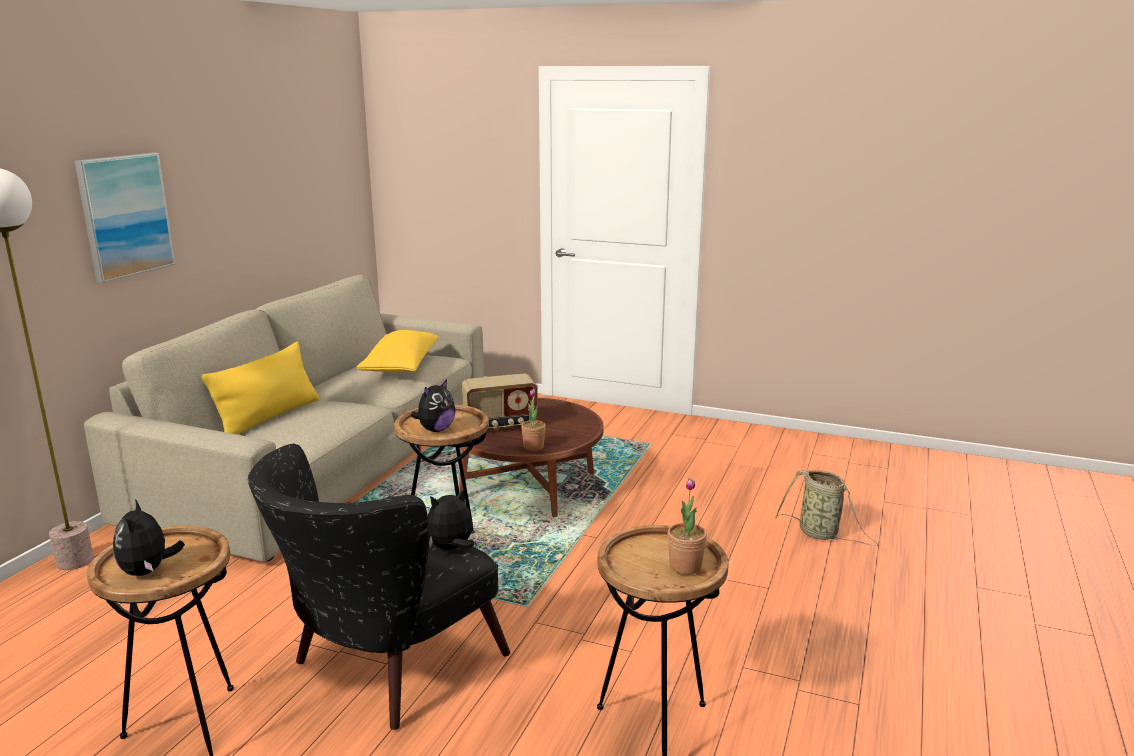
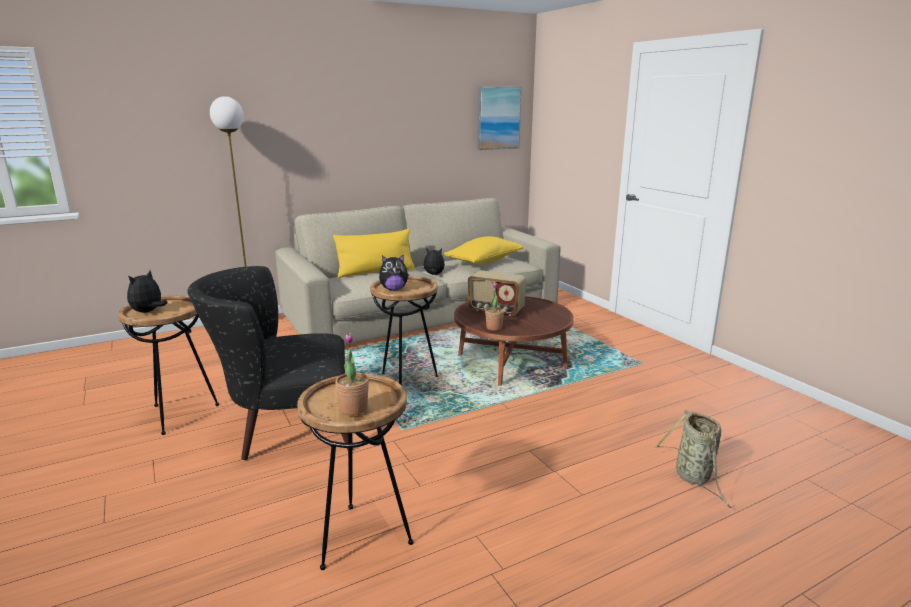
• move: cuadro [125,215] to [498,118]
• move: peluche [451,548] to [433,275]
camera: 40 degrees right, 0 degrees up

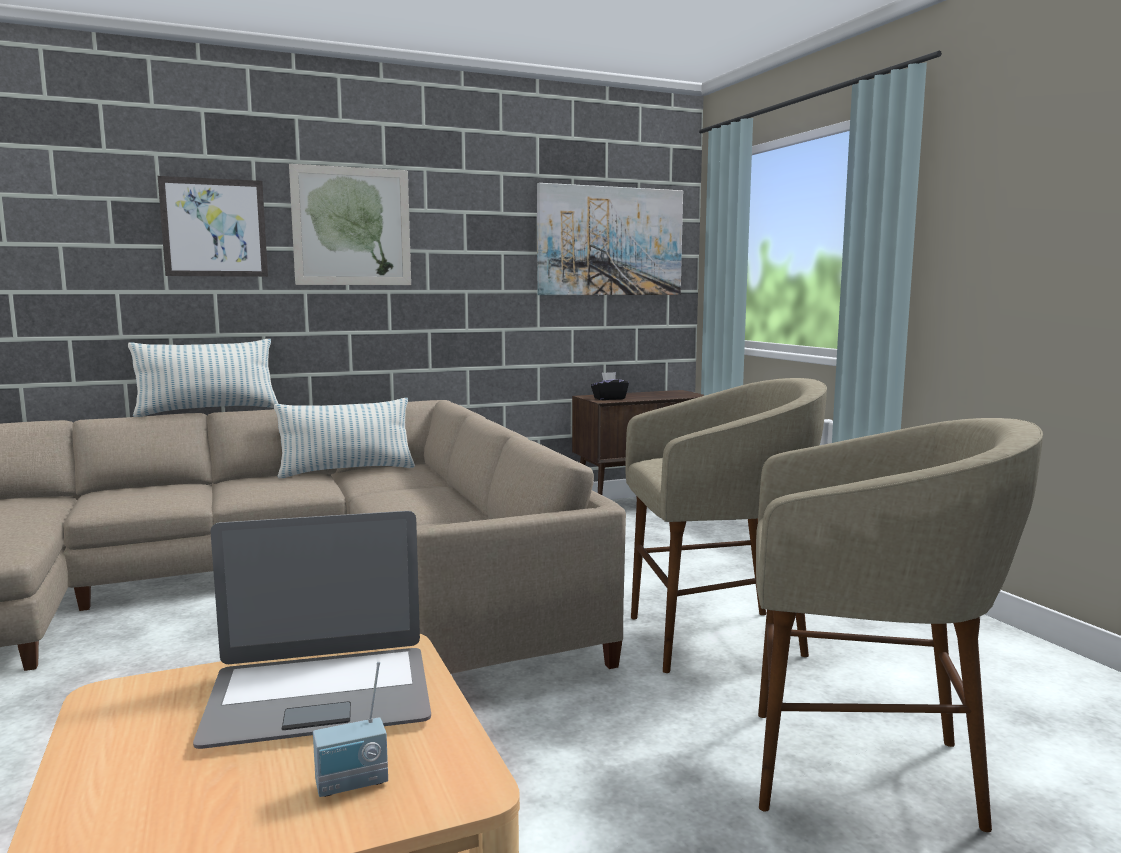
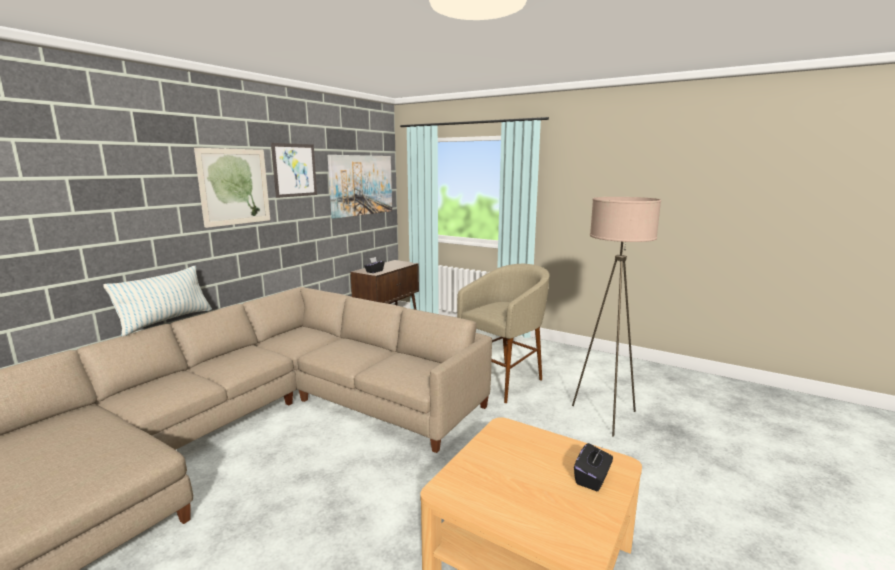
• move: cuadro [214,228] to [294,170]
• delete: cojín [347,471]
• replace: taburete [beis] [862,770] to lámpara de pie [beis] [606,417]
• delete: portátil [320,697]
• replace: radio [352,785] to caja de pañuelos [negro] [592,478]
camera: 35 degrees left, 5 degrees up

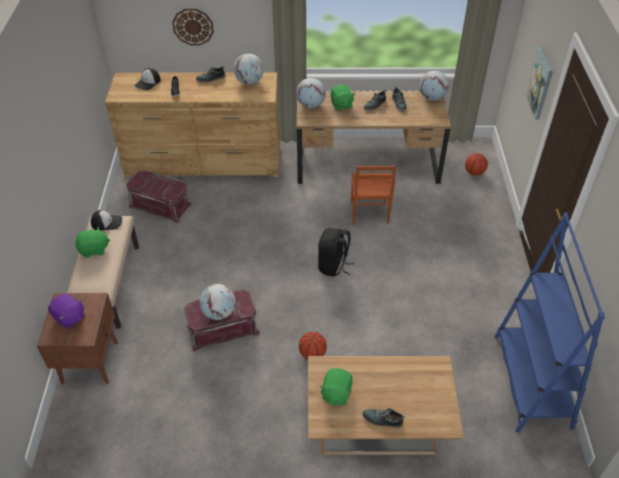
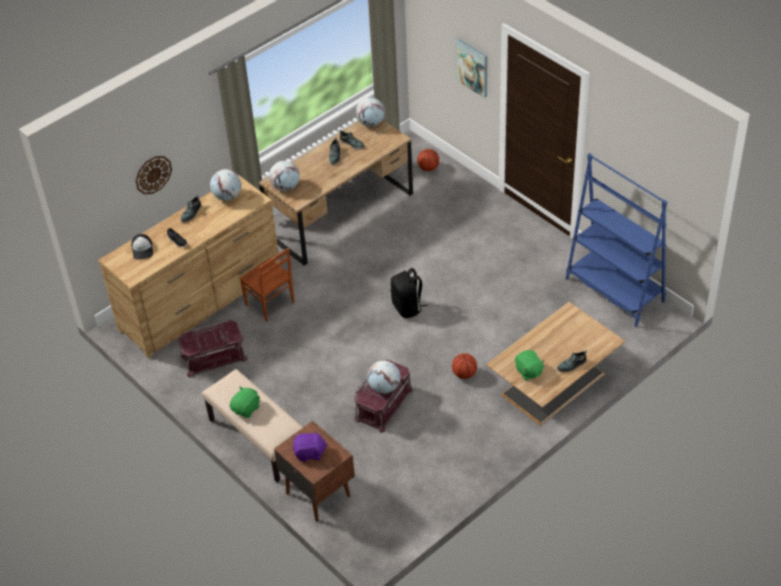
• delete: peluche [verde] [341,105]
• move: silla [marrón] [369,213] to [270,304]
• delete: gorra [107,222]
camera: 40 degrees left, 0 degrees up

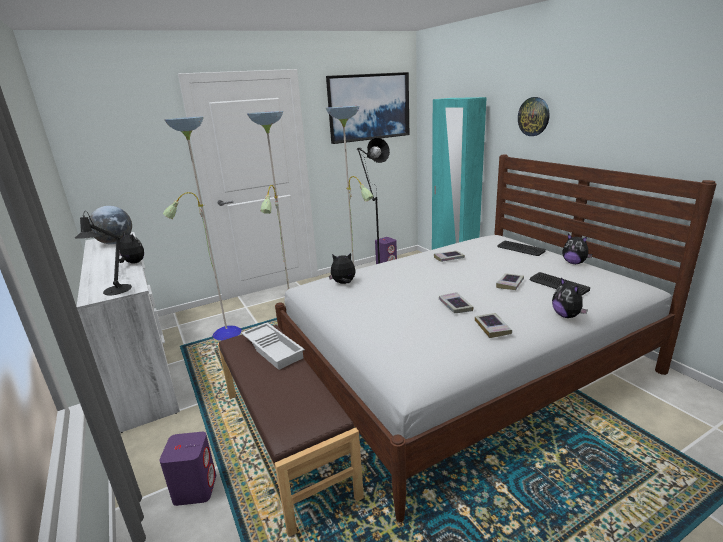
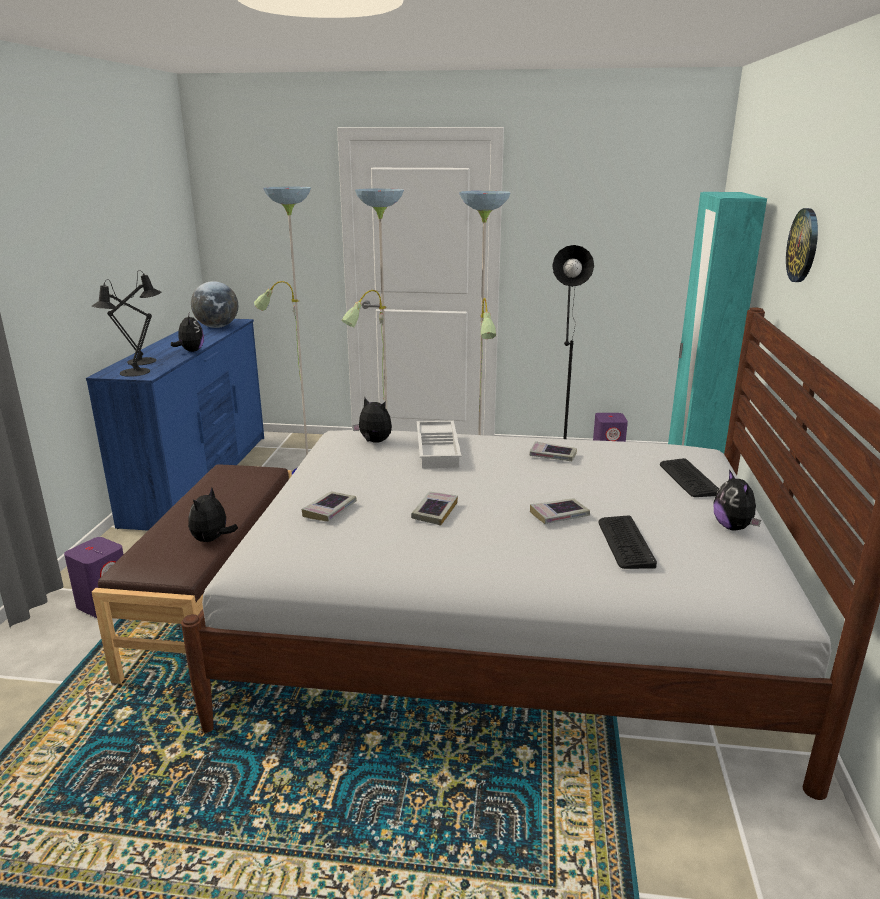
• delete: cuadro [369,107]
• recolor: cómoda [blanco] [144,367] to cómoda [azul] [201,477]
• move: peluche [567,316] to [212,540]
• move: libro [492,328] to [330,510]
• move: bandeja [blanco] [274,349] to [439,449]
• insert: lámpara de mesa [negro] [146,361]
camera: 35 degrees right, 0 degrees up

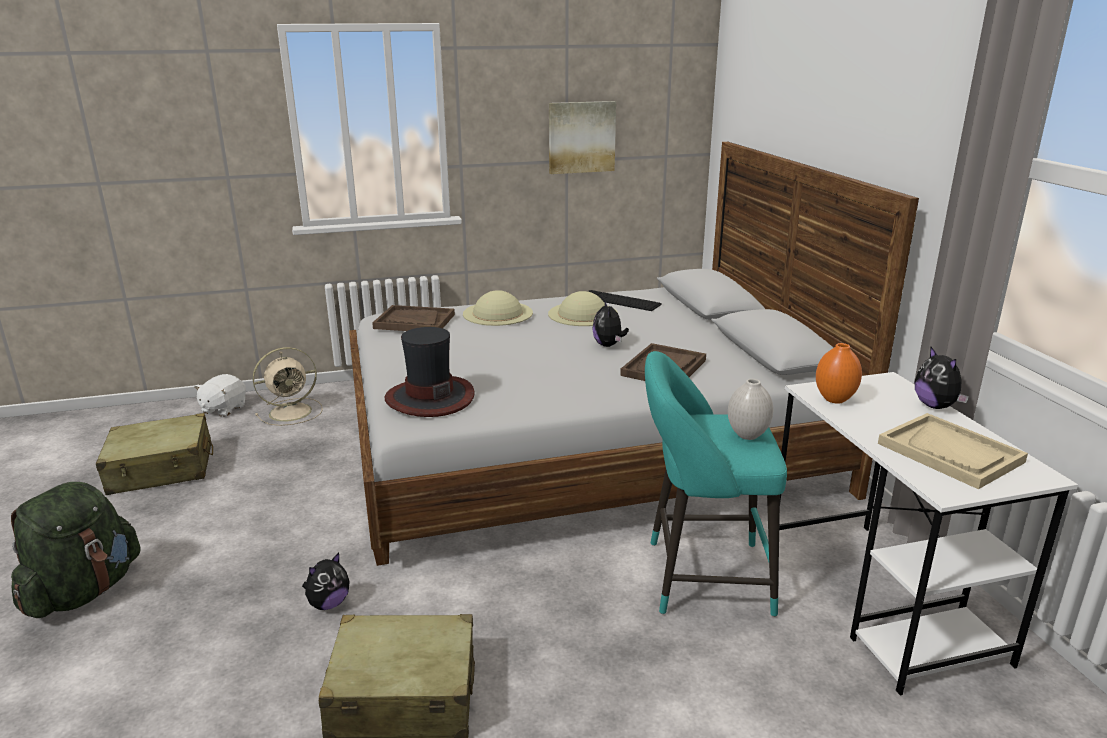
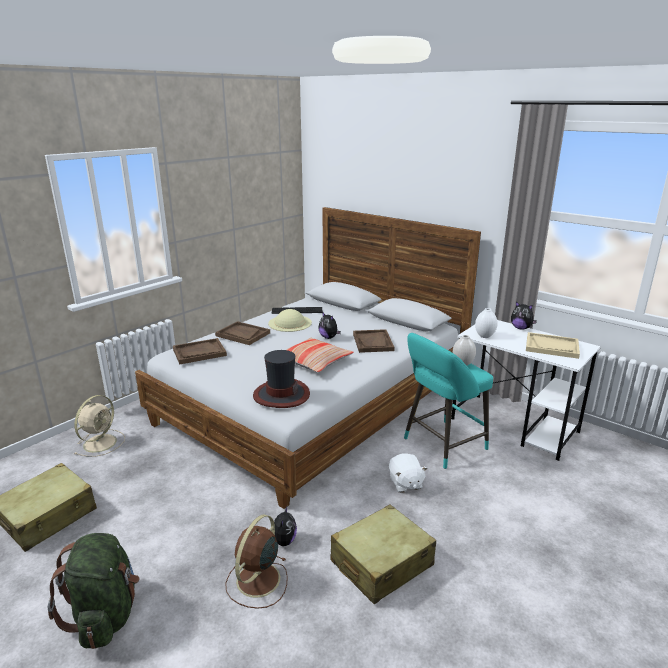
• delete: cuadro [581,137]
• replace: sombrero [beis] [497,313] to bandeja [marrón] [242,334]
• recolor: florero [naranja] [835,399] to florero [blanco] [485,336]
• move: peluche [blanco] [223,409] to [405,483]
• insert: cojín [314,362]
• insert: ventilador [marrón] [257,581]
camera: 35 degrees left, 0 degrees up

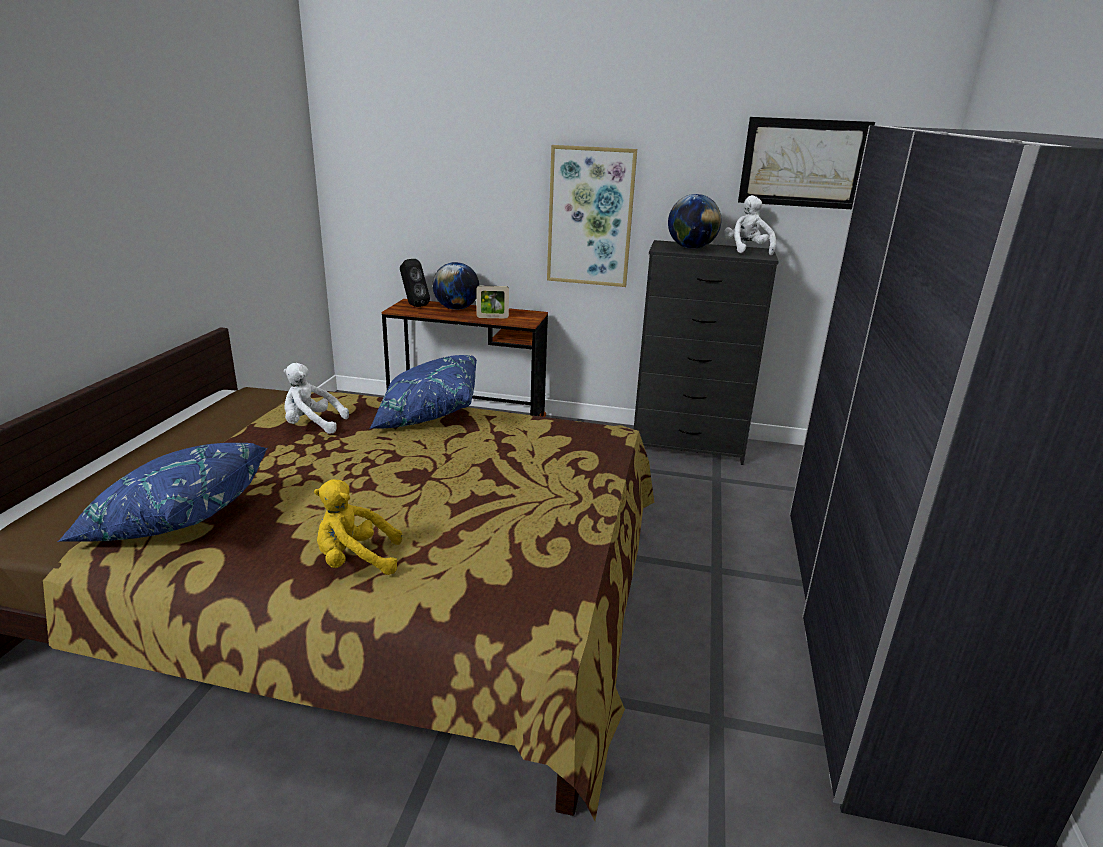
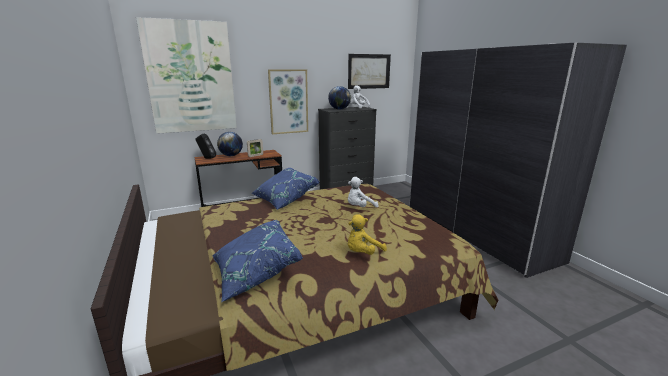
• move: peluche [blanco] [312,425] to [359,207]
• insert: cuadro [191,77]
camera: 35 degrees left, 5 degrees down

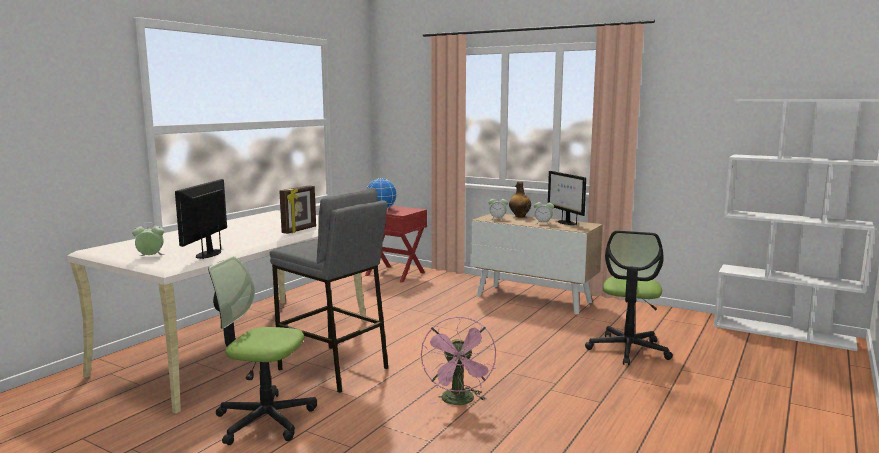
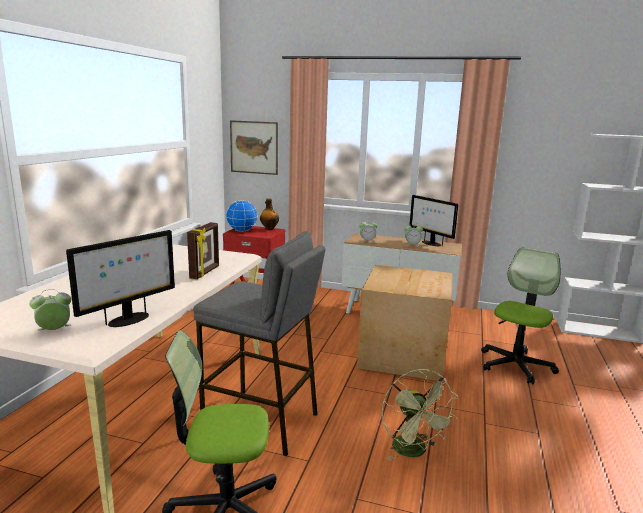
• rotate: monitor [208,254] = [128,320] 135 degrees counterclockwise
• move: botella [519,216] to [269,228]
• rotate: silla de oficina [628,350] = [515,365] 150 degrees counterclockwise
• recolor: ventilador [rosa] [459,402] to ventilador [verde] [414,452]
• insert: cuadro [254,147]
• insert: caja de cartón [404,355]
camera: 15 degrees left, 5 degrees up

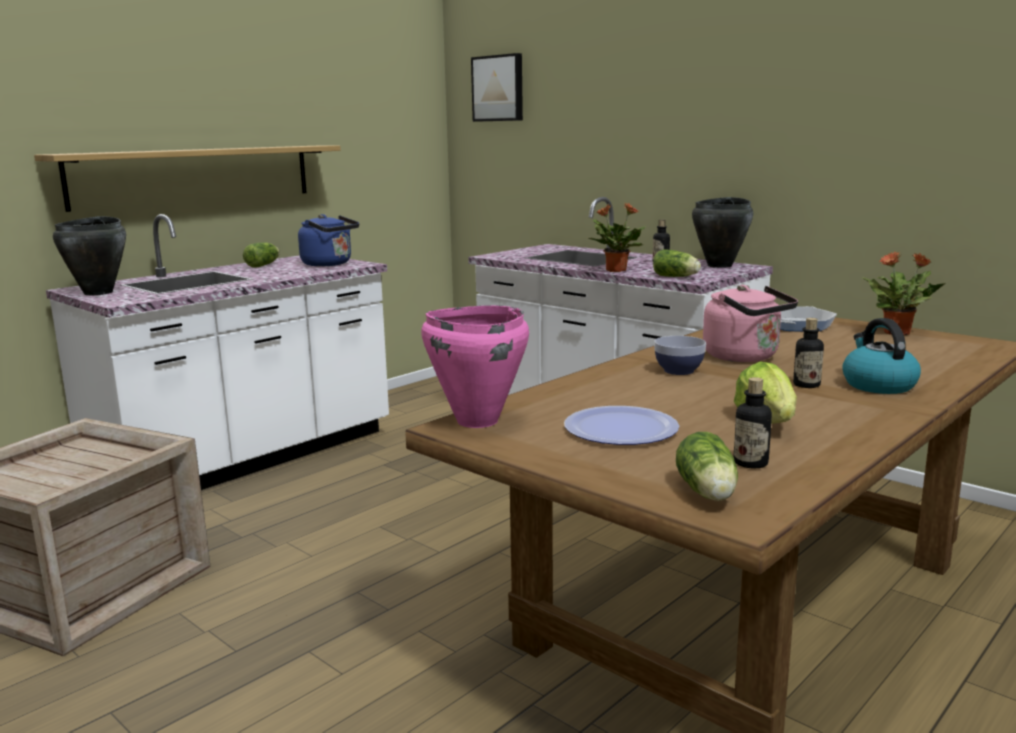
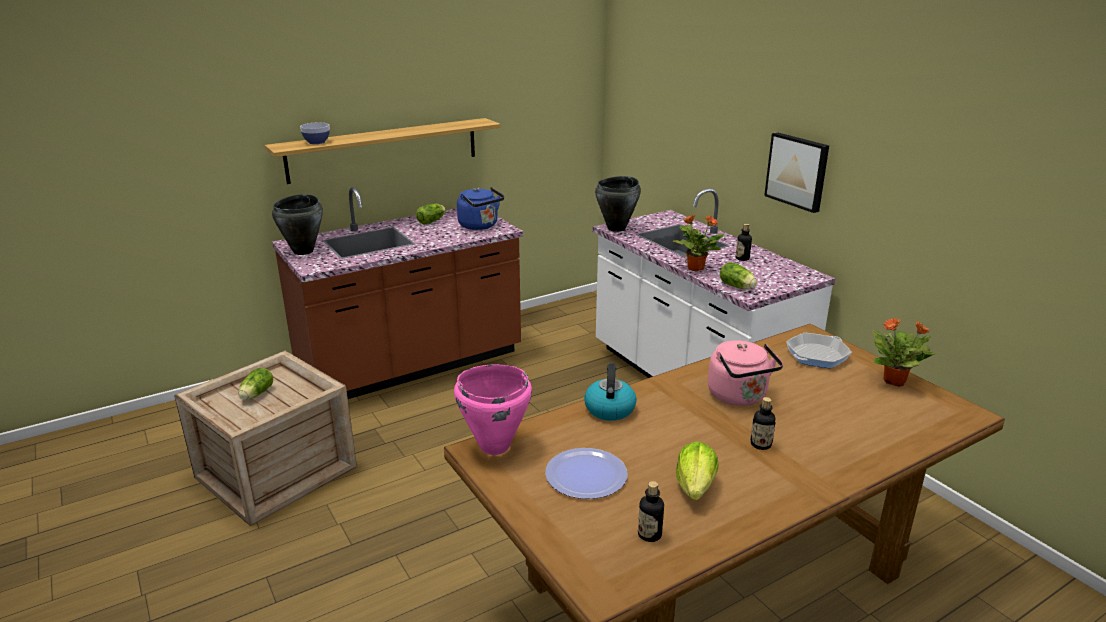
• move: cuadro [499,88] to [798,171]
• move: olla [negro] [720,265] to [617,228]
• recolor: mueble bajo de cocina [blanco] [247,458] to mueble bajo de cocina [marrón] [411,365]
• move: hervidor [877,385] to [609,408]
• move: cuenco [679,371] to [316,142]
• move: lechuga [708,493] to [255,395]
camera: 15 degrees right, 10 degrees up

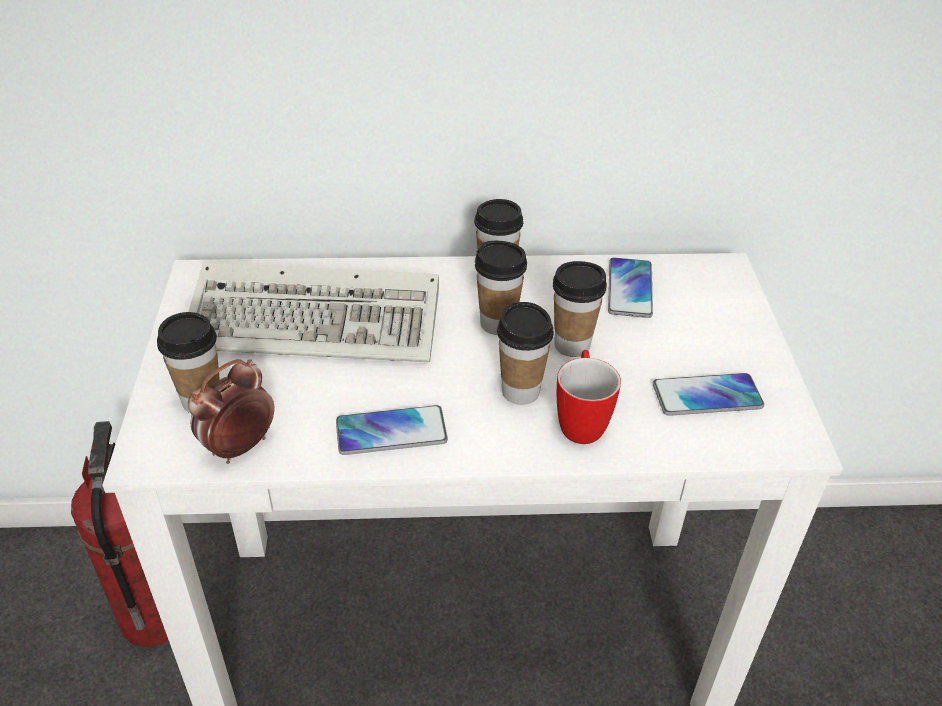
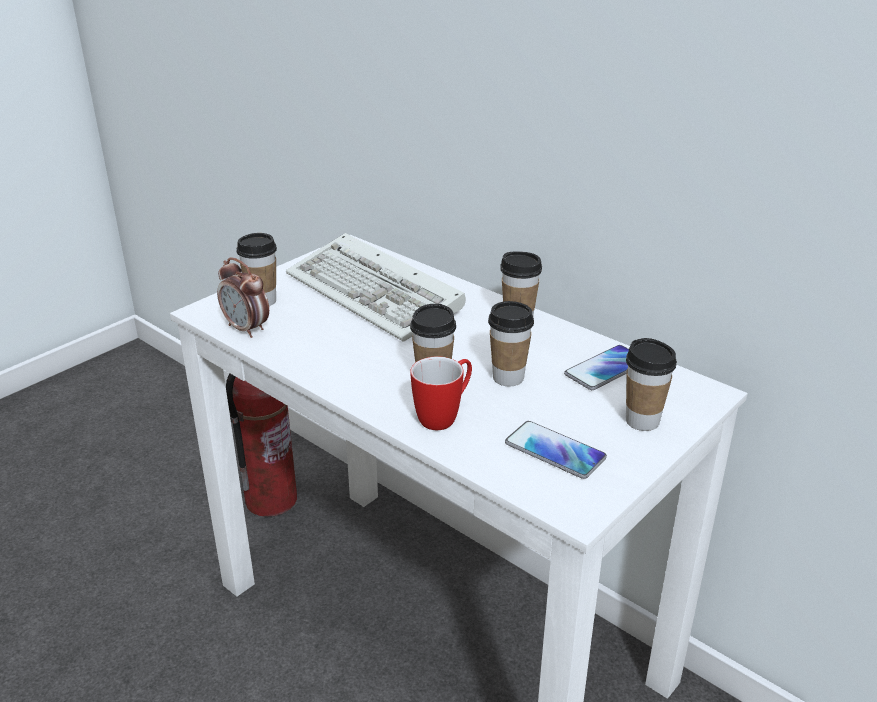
• move: taza [497,324] to [642,421]
• rotate: despertador [239,447] = [247,329] 135 degrees counterclockwise
• delete: móvil [391,431]
camera: 45 degrees right, 10 degrees down

